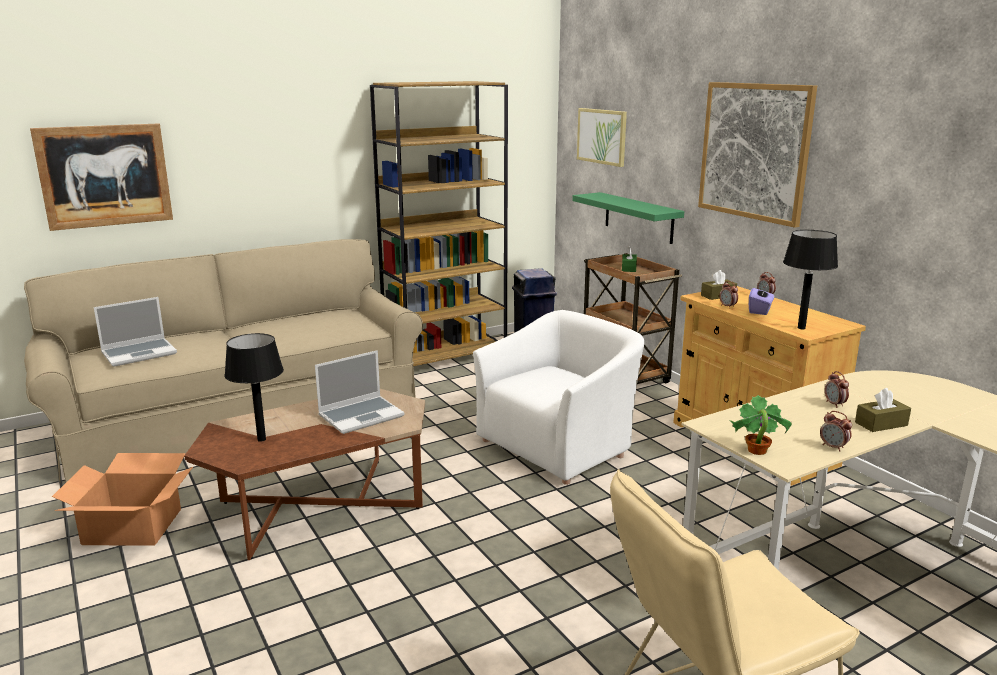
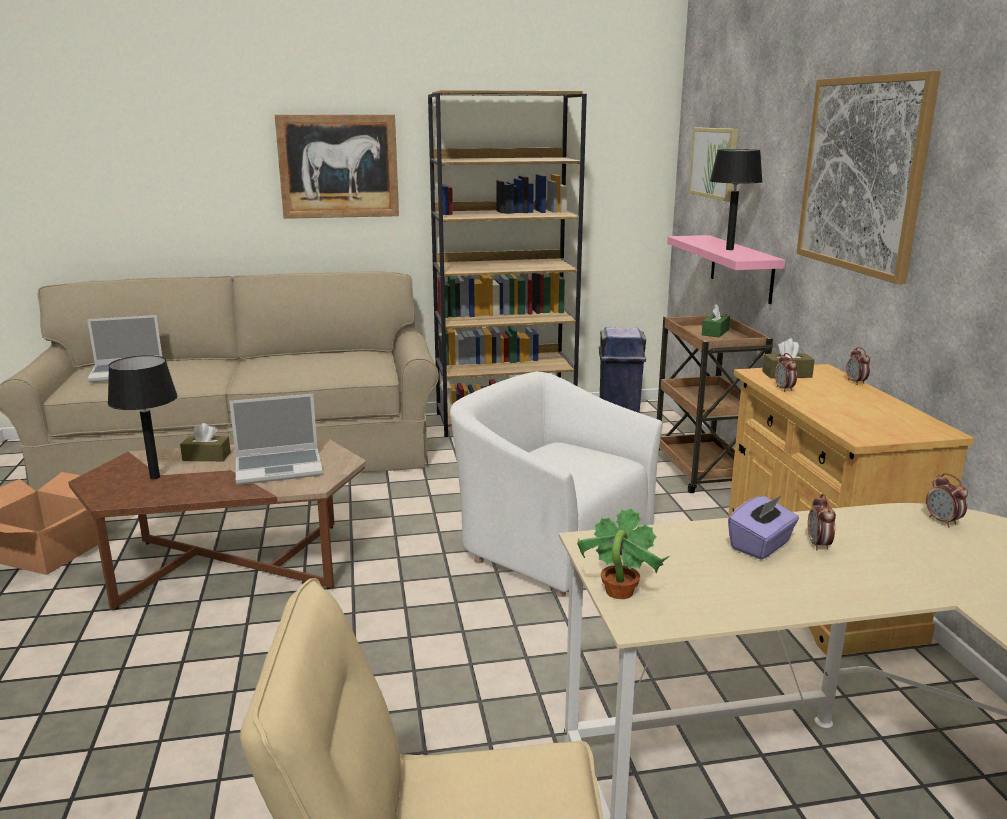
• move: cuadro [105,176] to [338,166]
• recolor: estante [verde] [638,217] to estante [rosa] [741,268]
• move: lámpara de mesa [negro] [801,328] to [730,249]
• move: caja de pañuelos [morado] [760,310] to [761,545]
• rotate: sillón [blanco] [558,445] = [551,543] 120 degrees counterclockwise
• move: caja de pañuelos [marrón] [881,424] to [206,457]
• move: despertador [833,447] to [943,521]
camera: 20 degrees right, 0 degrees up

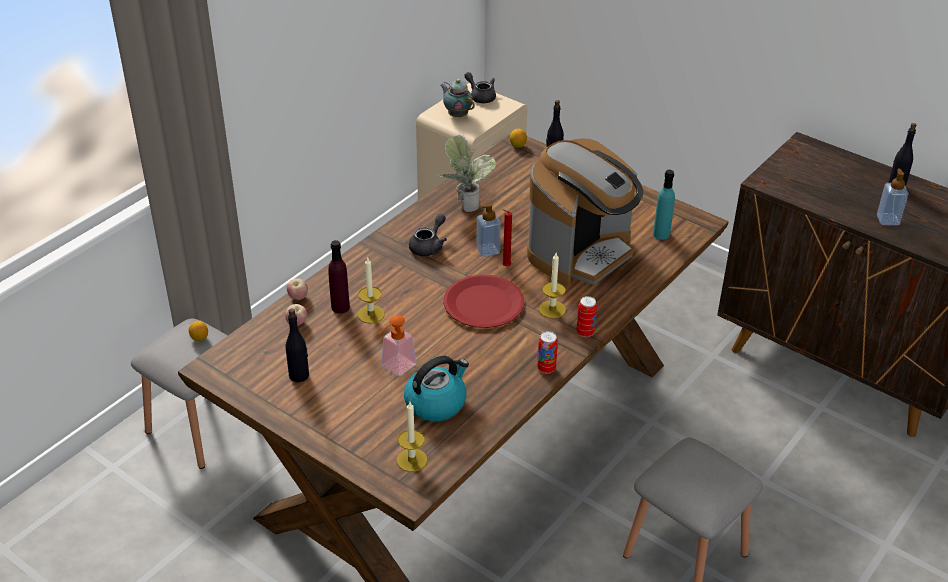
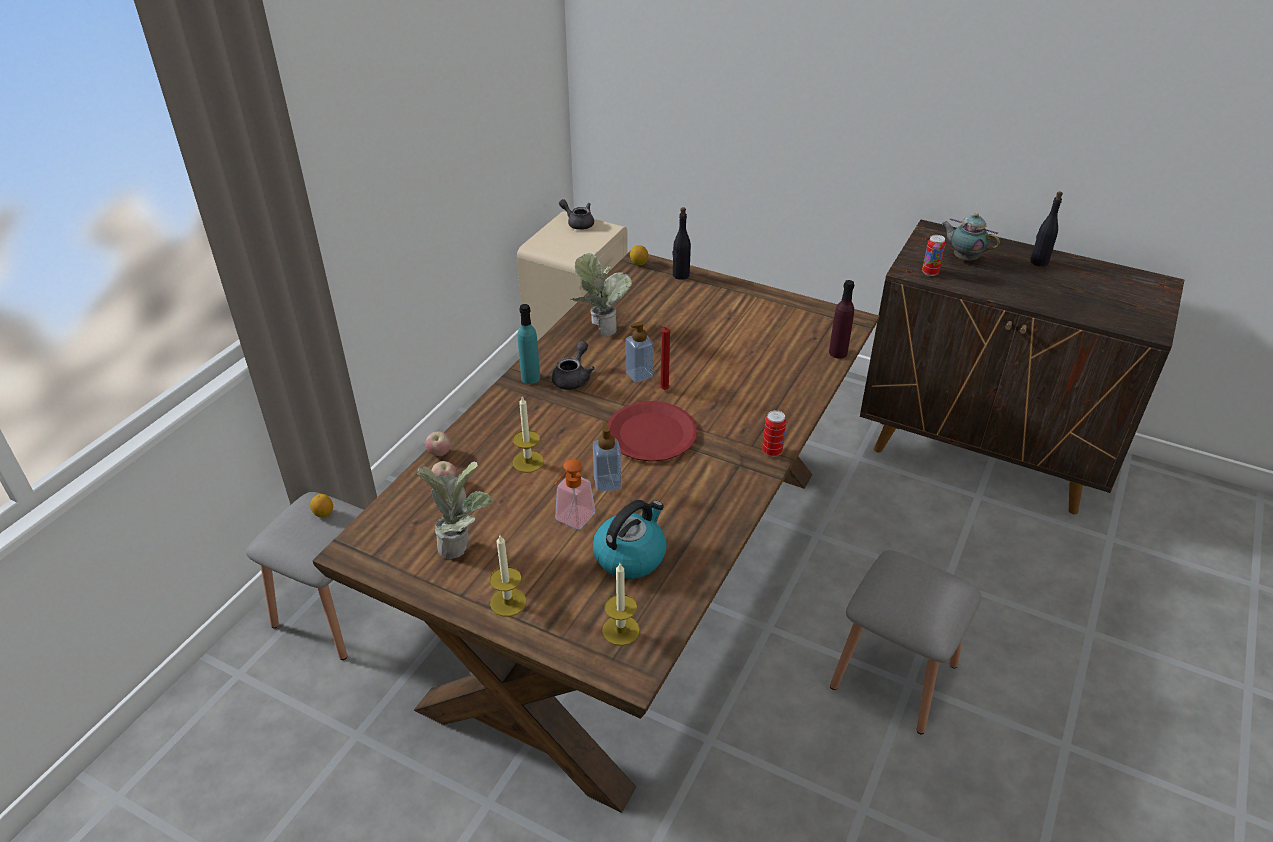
• move: tetera [457,115] to [963,258]
• delete: cafetera [581,253]
• move: dispensador de jabón [888,220] to [607,483]
• move: botella [turquesa] [661,234] to [530,378]
• move: botella [morado] [340,307] to [838,353]
• move: vela [552,309] to [508,602]
• replace: botella [negro] [299,375] to planta en maceta [461,545]
• move: lata [546,368] to [930,272]
camera: 10 degrees left, 0 degrees up

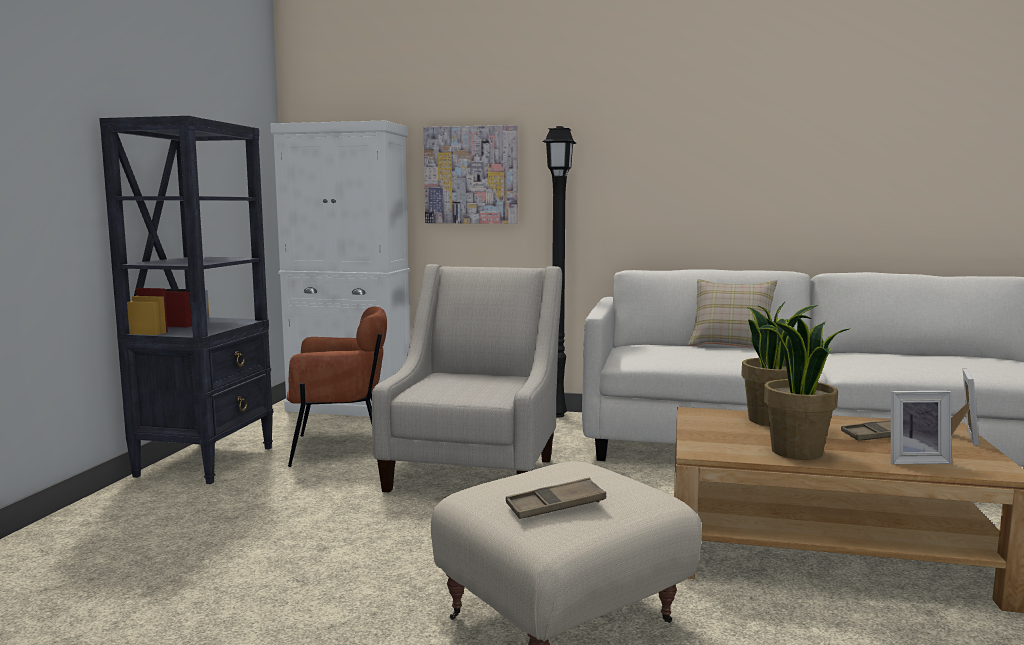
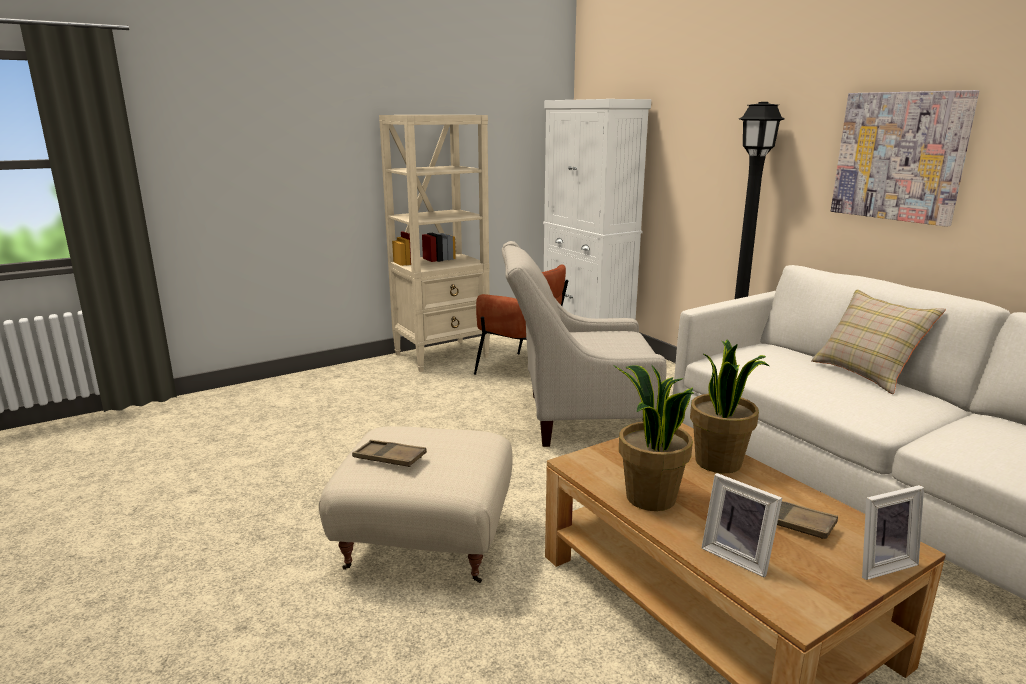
• recolor: estantería [negro] [207,461] to estantería [beis] [442,355]
• move: cuadro [471,175] to [899,156]
• rotate: sillón [beis] [475,470] = [575,418] 150 degrees counterclockwise
camera: 45 degrees right, 10 degrees up

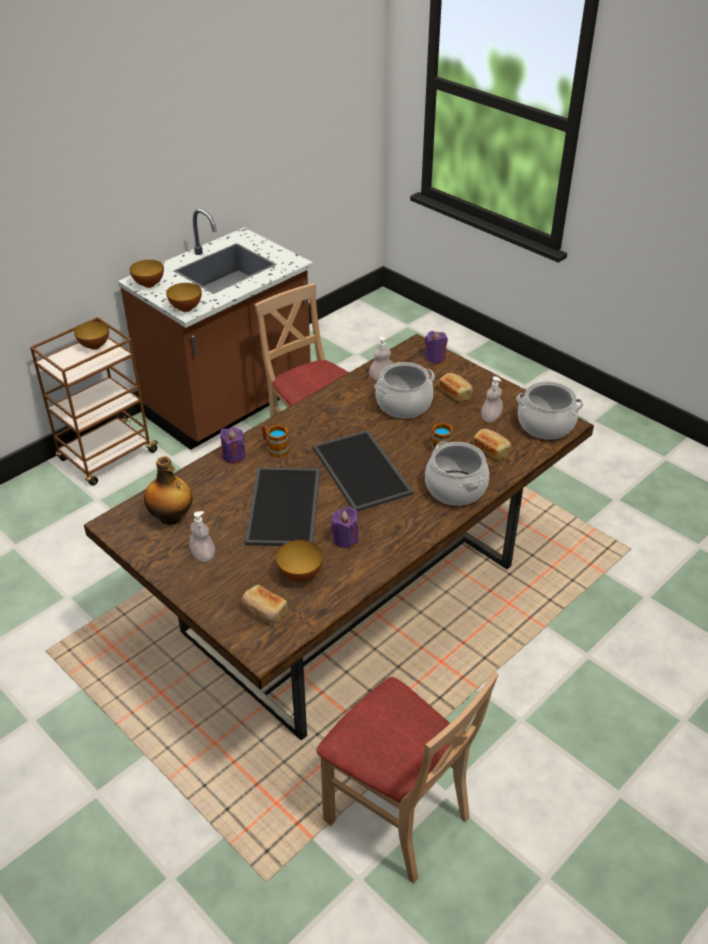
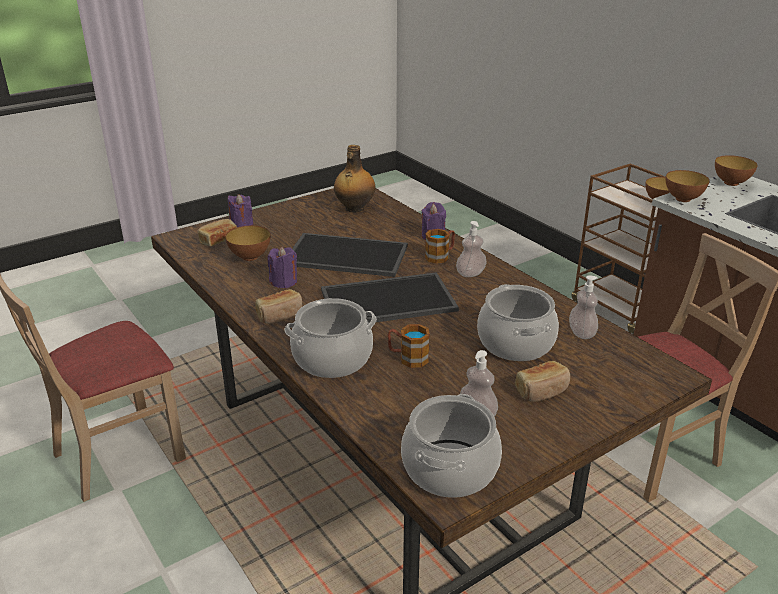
• move: vela [morado] [435,357] to [241,225]
• move: pan [491,450] to [280,315]
• move: dispensador de jabón [203,555] to [470,273]
camera: 100 degrees right, 10 degrees down

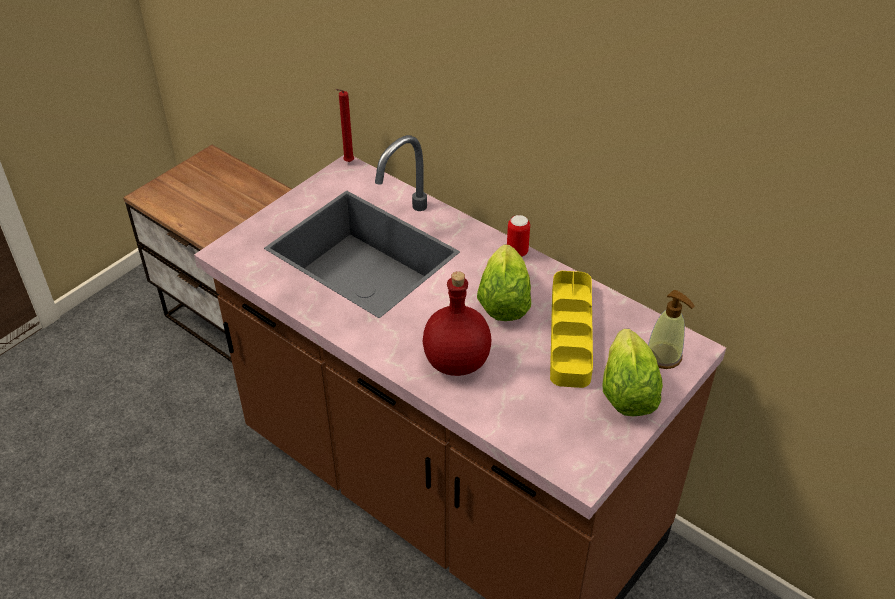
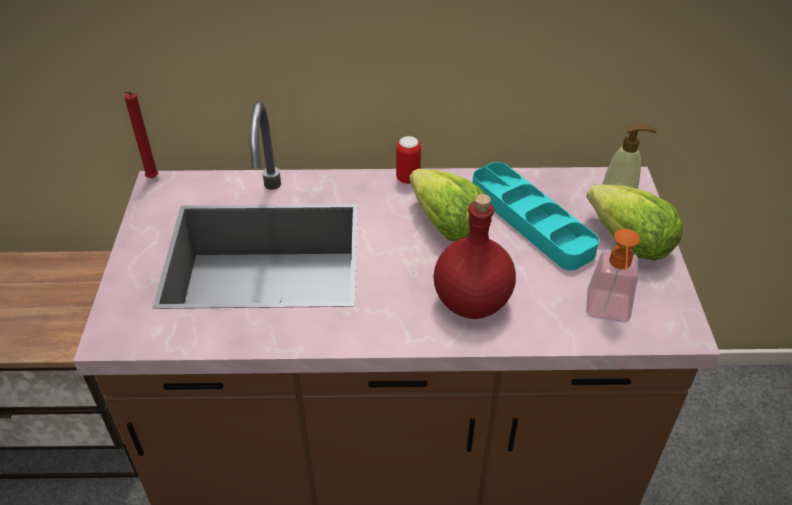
• recolor: bandeja [amarillo] [570,333] to bandeja [turquesa] [530,220]
• insert: dispensador de jabón [607,313]
camera: 40 degrees left, 0 degrees up

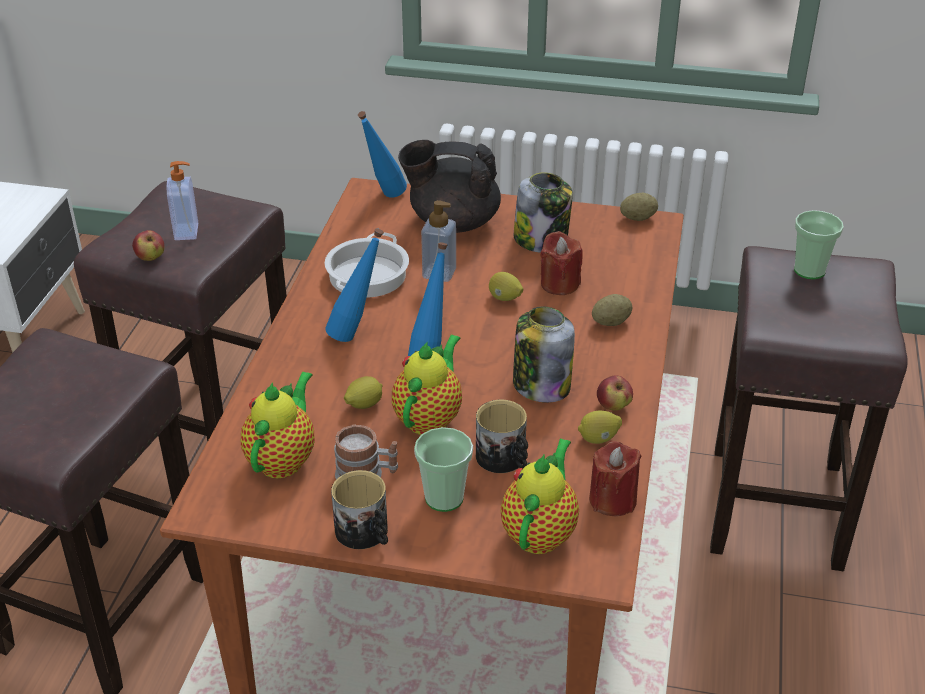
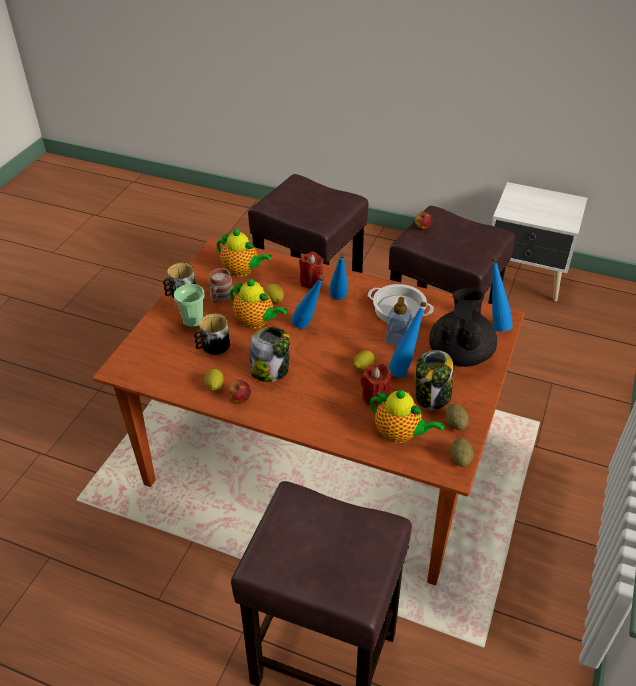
• delete: dispensador de jabón [187,232]
• delete: taza [809,270]
• move: patata [611,322] to [455,424]
• move: tetera [540,532] to [400,434]
• move: vela [rojo] [612,500] to [311,281]
• insert: botella [azul] [404,369]
camera: 100 degrees right, 5 degrees up

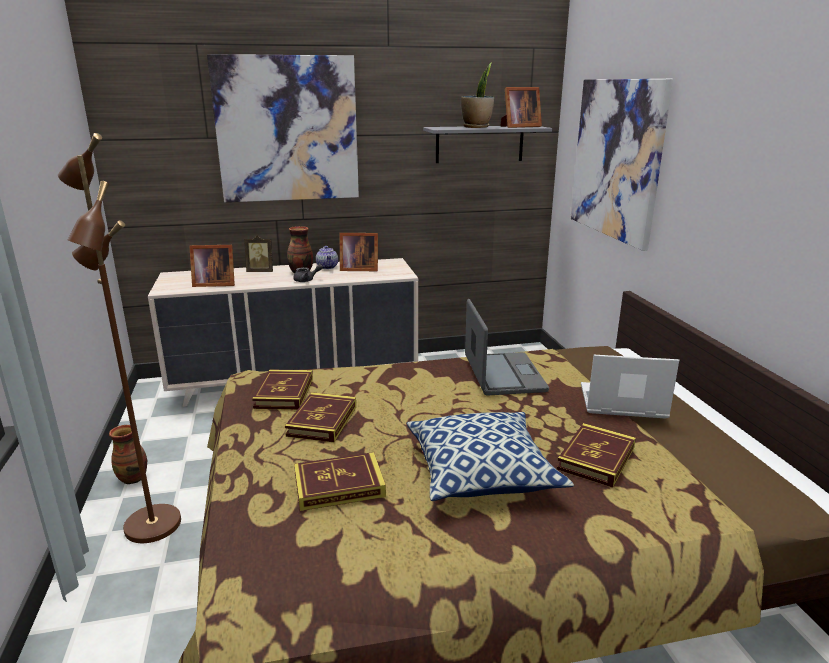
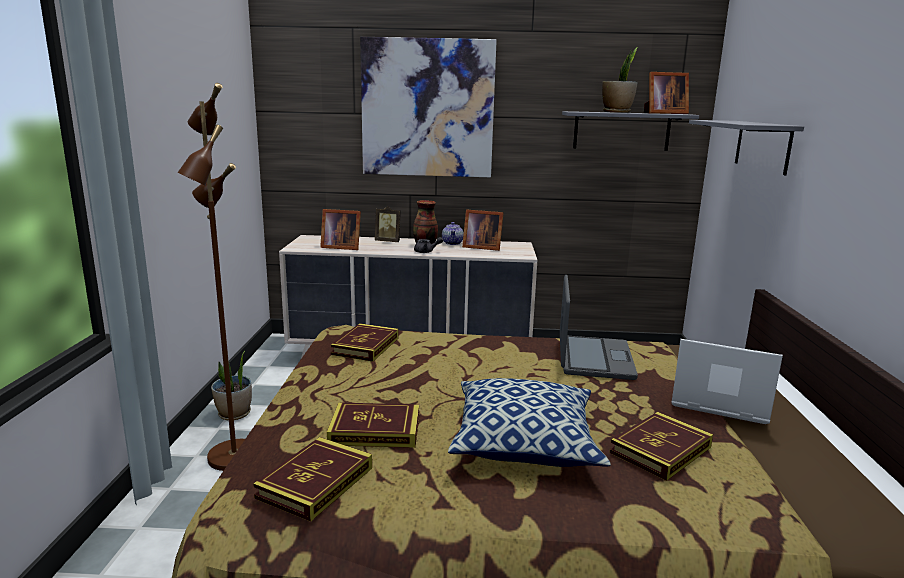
• replace: cuadro [616,159] to estante [gris] [762,146]
• move: libro [322,421] to [315,482]
• replace: florero [133,478] to planta en maceta [234,414]
camera: 15 degrees right, 5 degrees down

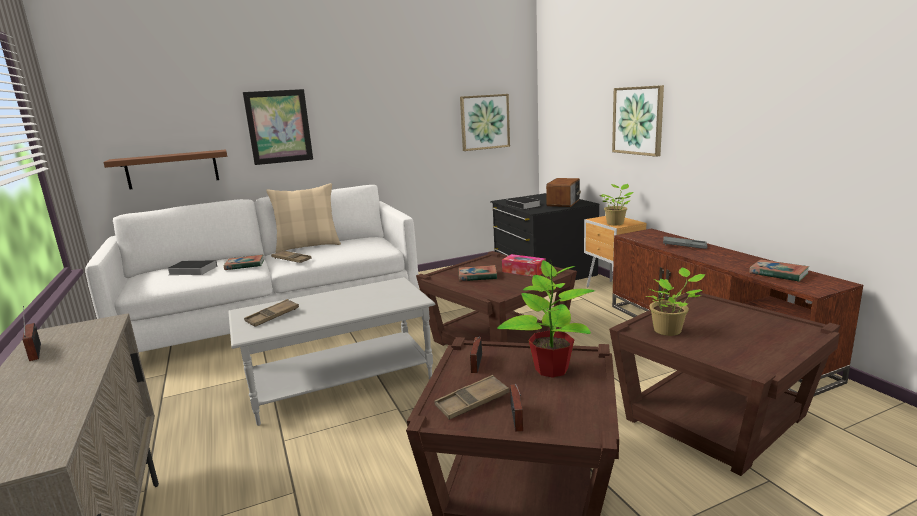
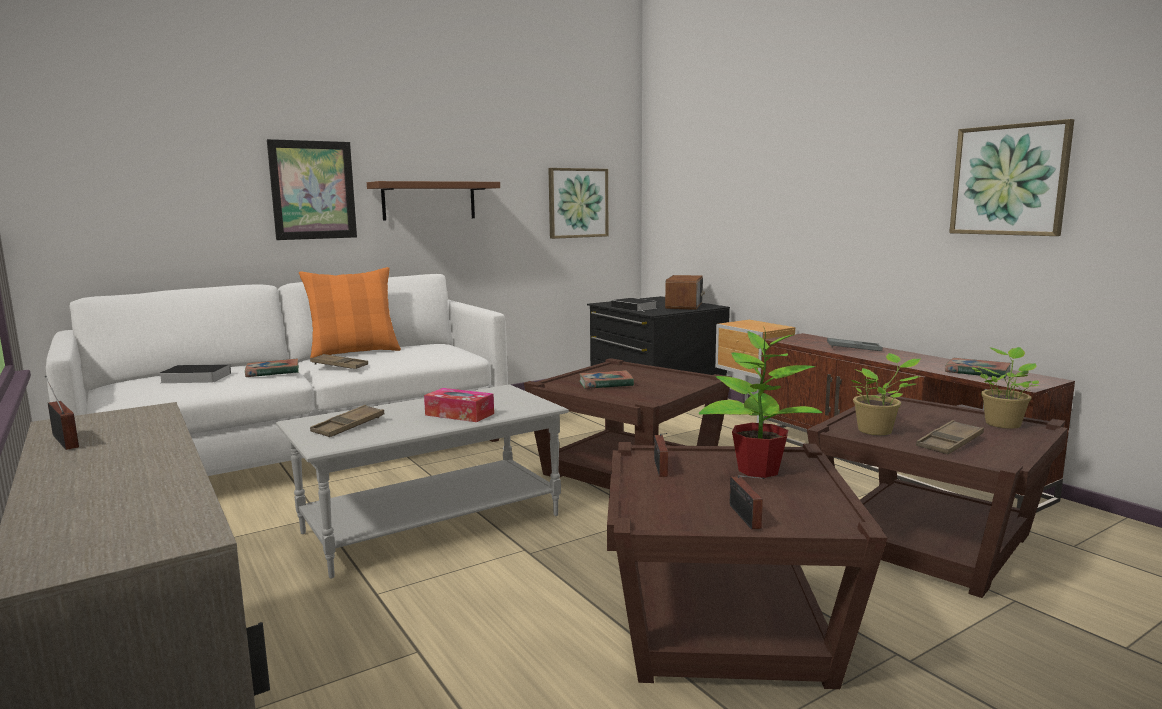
• move: cuadro [638,120] to [1009,180]
• move: estante [marrón] [172,169] to [429,201]
• recolor: cojín [beis] [308,246] to cojín [naranja] [354,352]
• move: planta en maceta [615,223] to [1003,423]
• move: caja de pañuelos [523,271] to [459,414]
• move: bandeja [marrón] [472,402] to [949,443]
camera: 10 degrees left, 5 degrees down

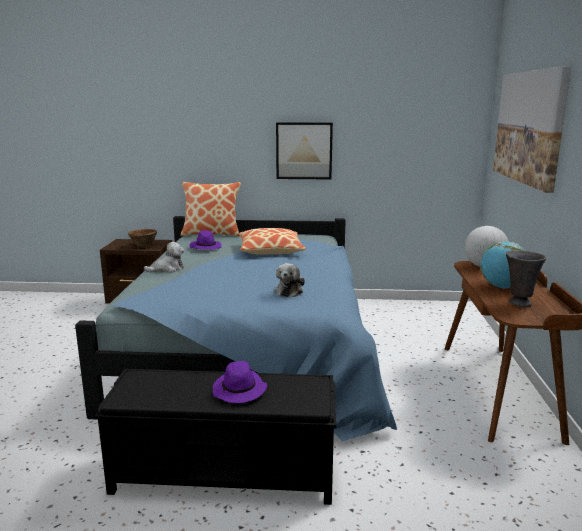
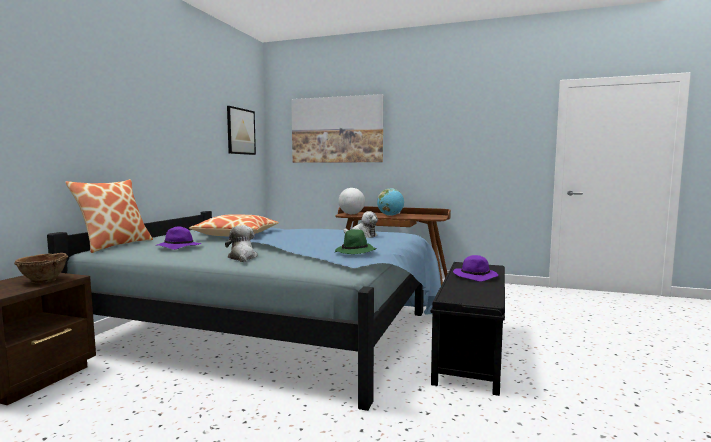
• move: cuadro [304,151] to [241,131]
• delete: florero [gris] [519,303]
• insert: sombrero [verde] [355,252]
camera: 75 degrees left, 10 degrees down

